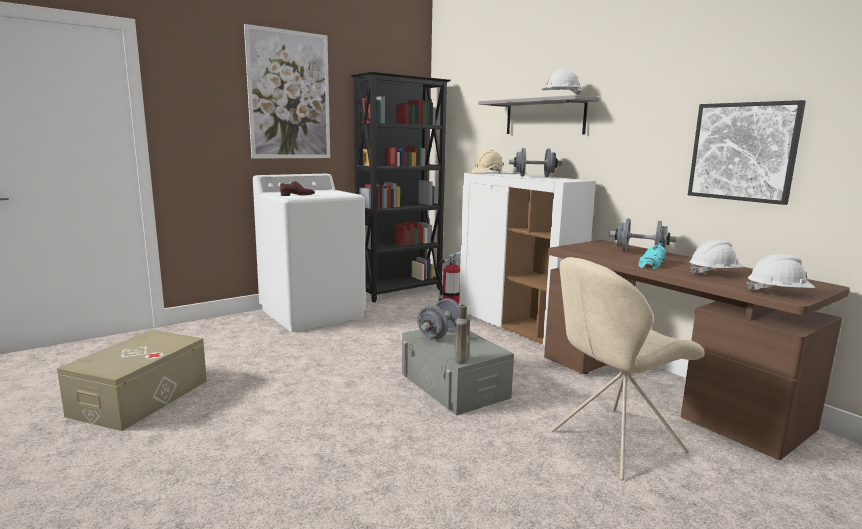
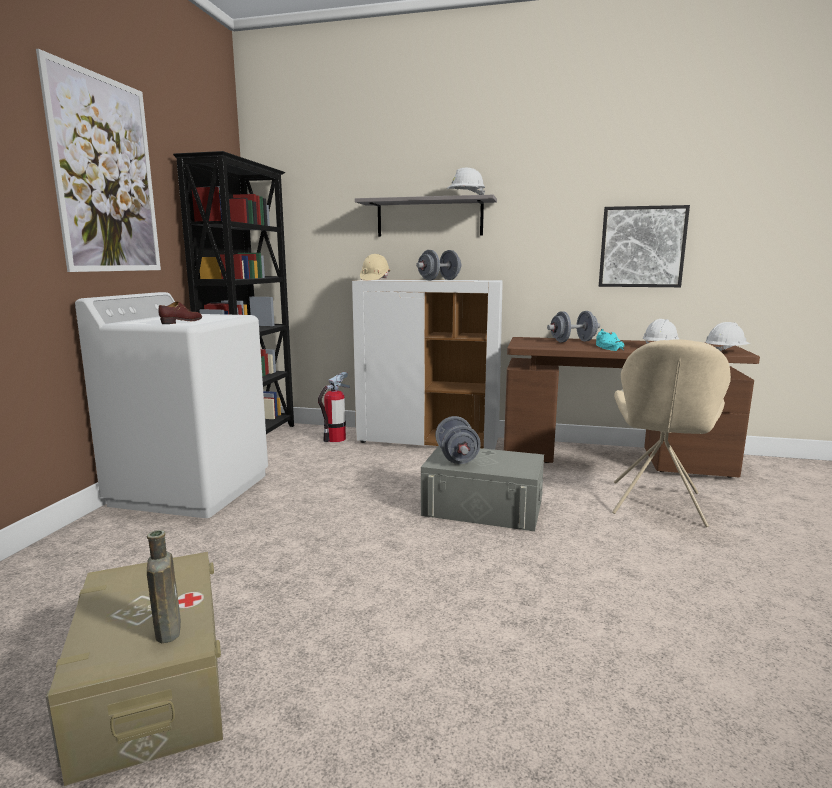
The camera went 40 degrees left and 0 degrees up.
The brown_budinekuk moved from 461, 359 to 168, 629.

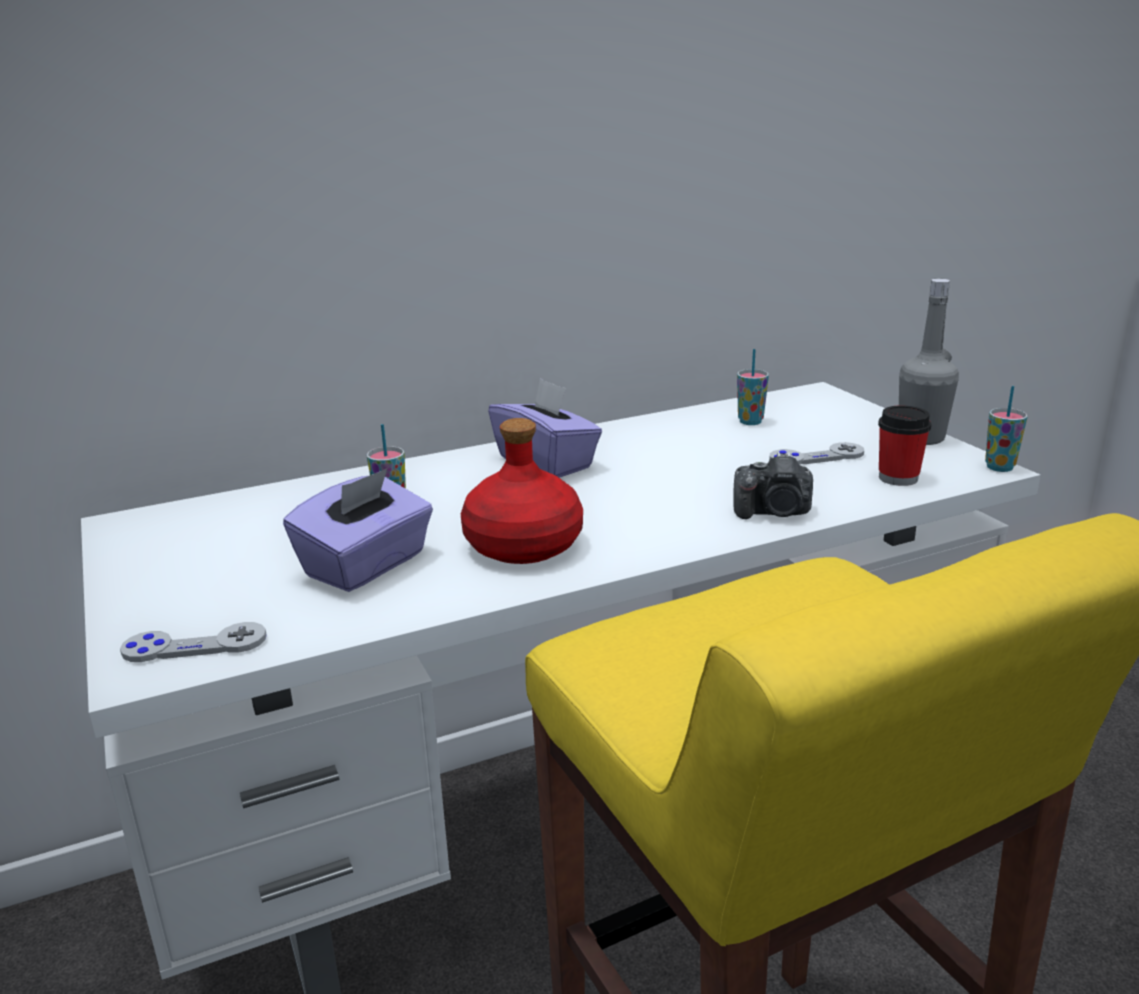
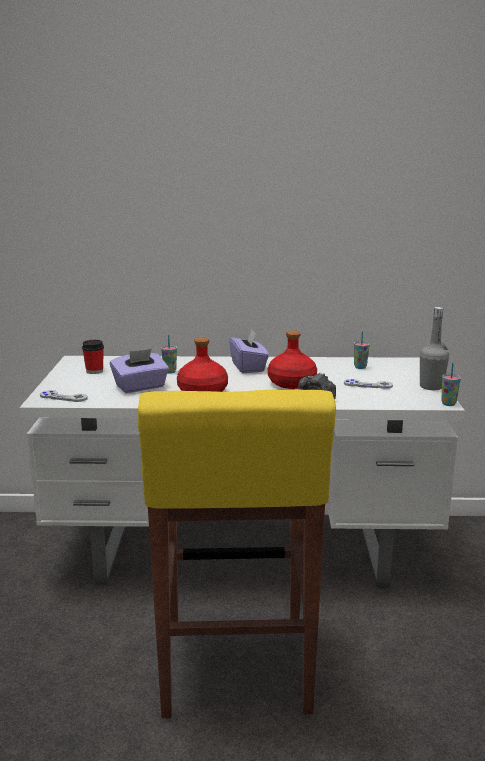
The camera went 25 degrees right and 5 degrees down.
The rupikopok moved from 898, 478 to 94, 371.
The red_budinekuk at 292, 383 appeared.

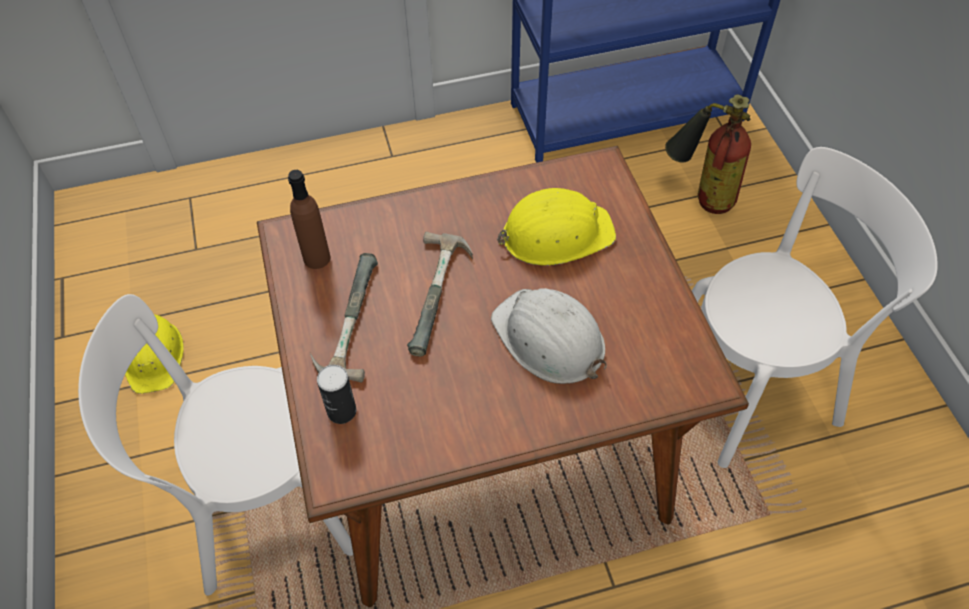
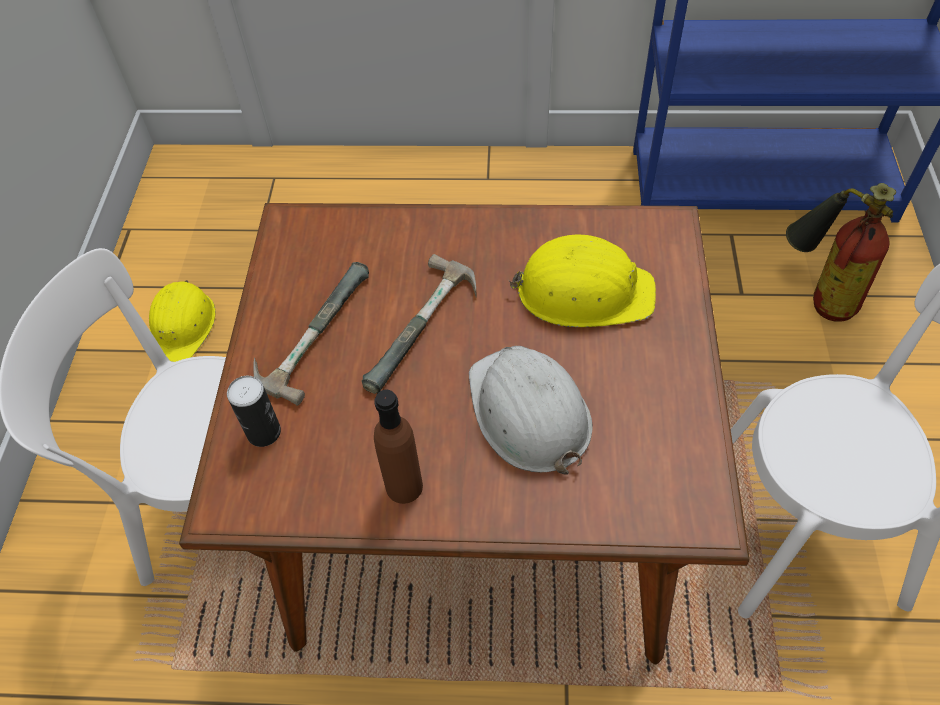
The camera went 20 degrees right and 0 degrees up.
The brown_budinekuk moved from 317, 258 to 404, 486.

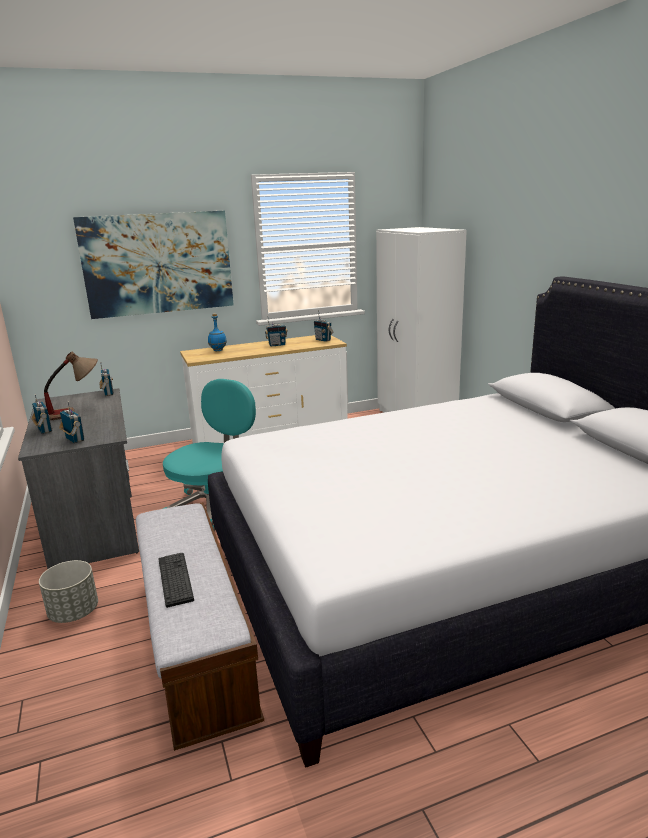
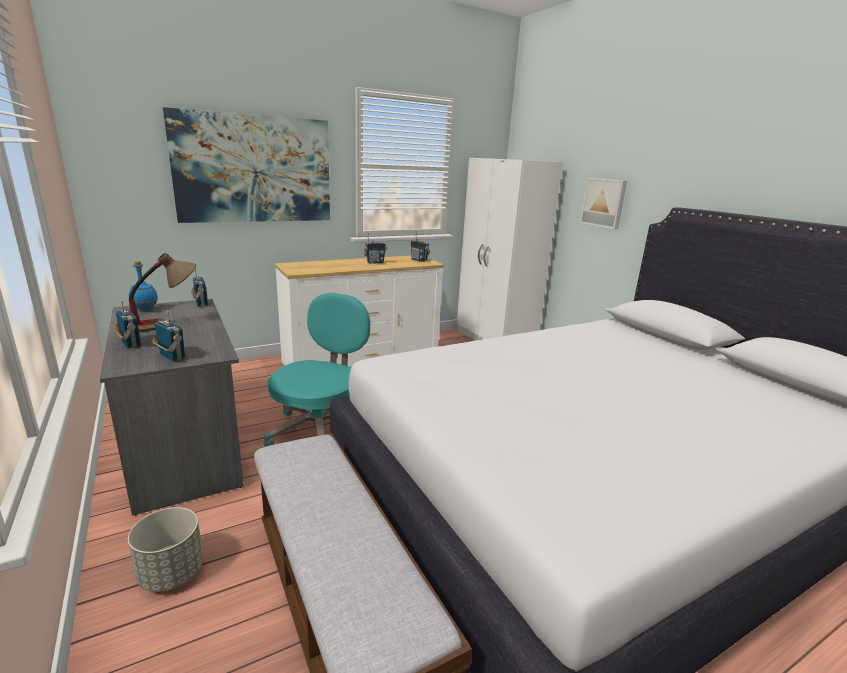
The camera went 10 degrees left and 0 degrees up.
The blue_budinekuk moved from 218, 350 to 146, 310.
The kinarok at 604, 203 appeared.
The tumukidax at 175, 579 disappeared.

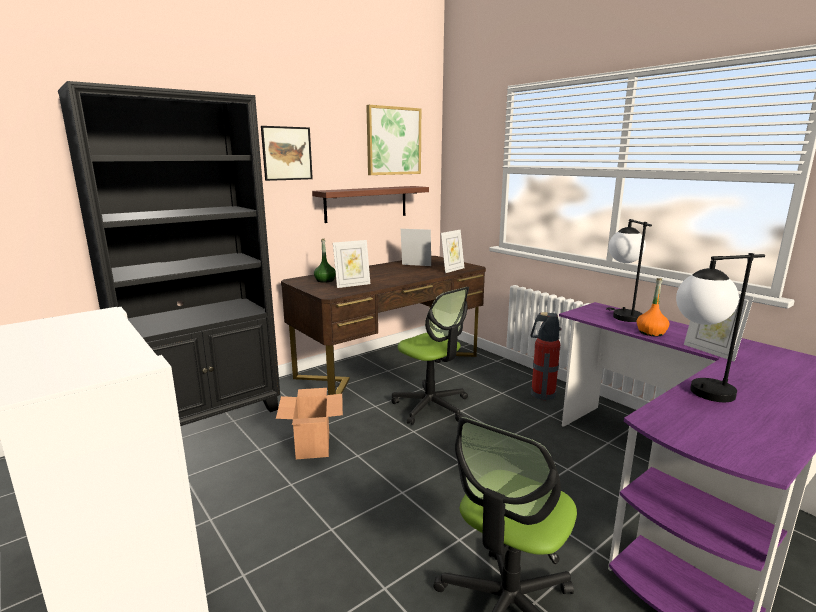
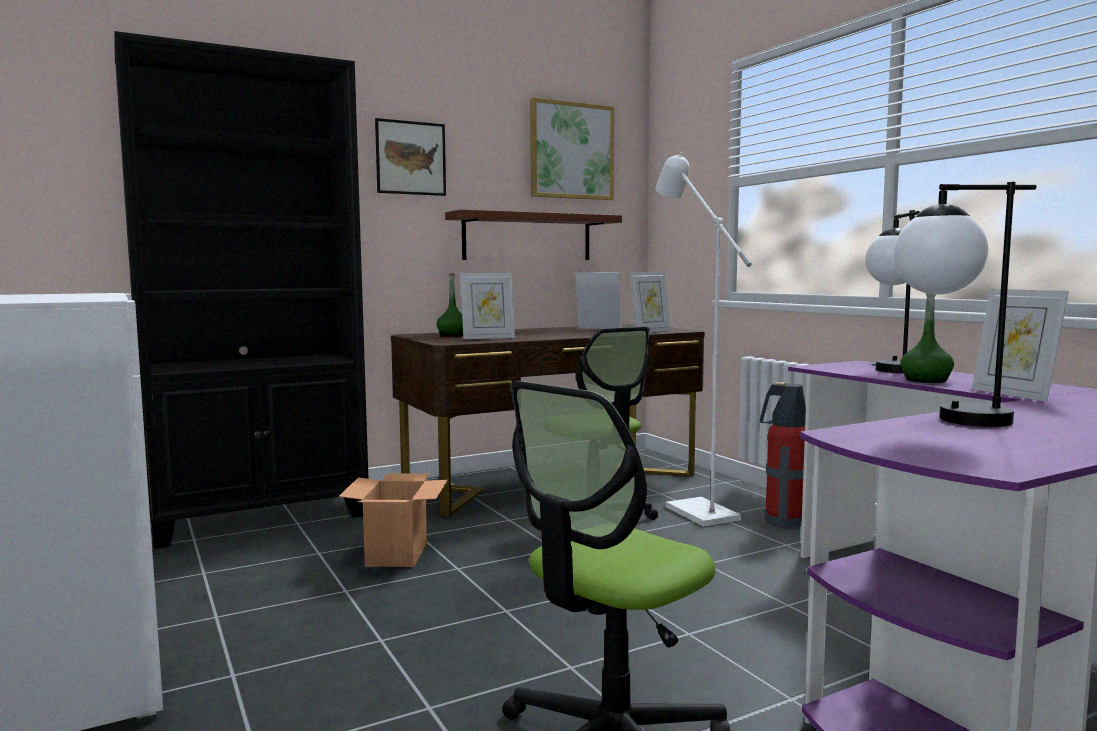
The camera went 10 degrees right and 10 degrees down.
The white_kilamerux at 693, 509 appeared.
The orange_budinekuk at 651, 332 became the green_budinekuk at 925, 380.

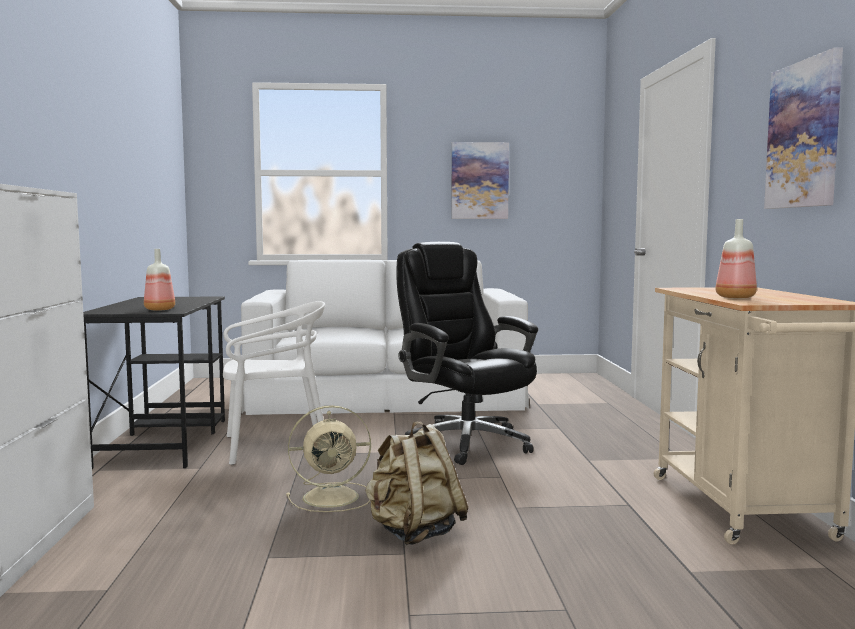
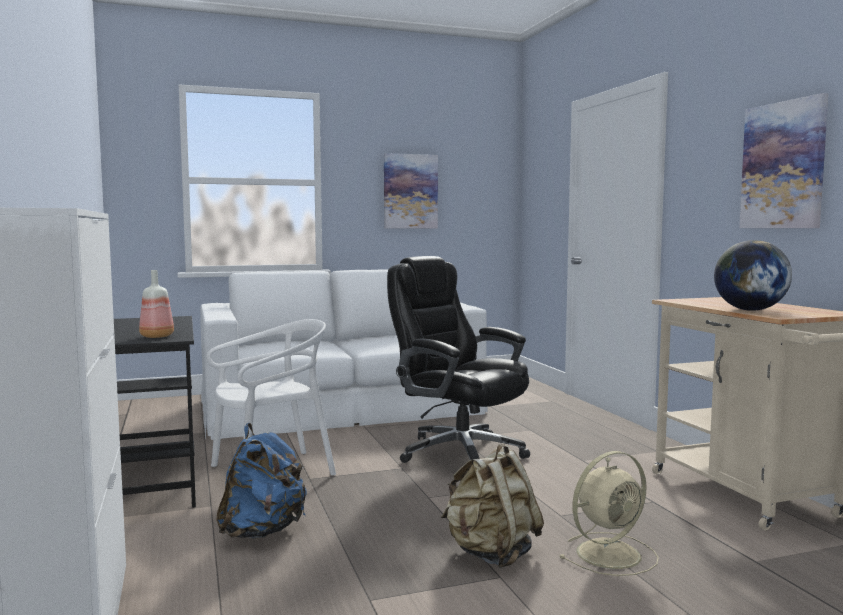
The camera went 15 degrees left and 0 degrees up.
The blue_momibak at 262, 531 appeared.
The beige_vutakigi moved from 333, 497 to 610, 553.
The budinekuk at 734, 297 was replaced by the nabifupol at 750, 310.

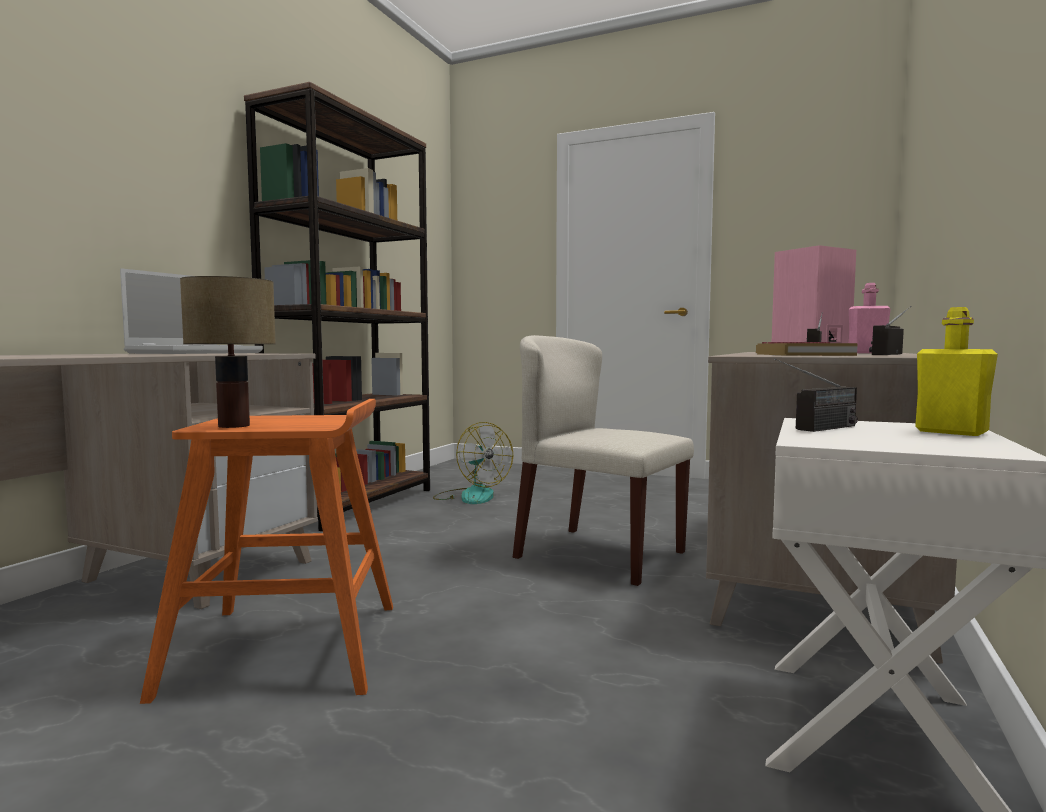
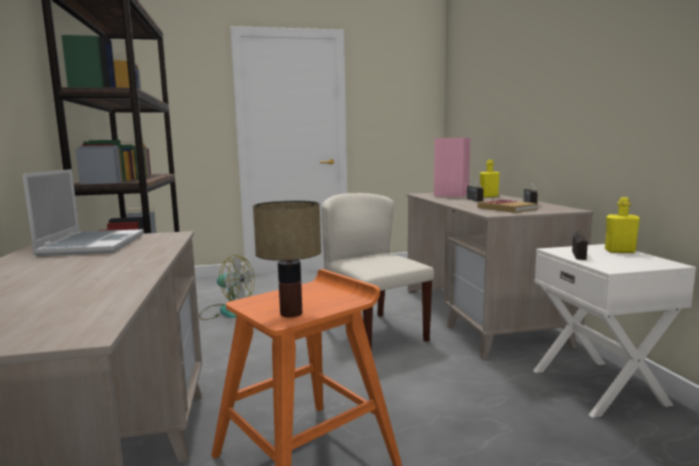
The camera went 35 degrees left and 5 degrees up.
The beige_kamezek at 598, 554 turned 60 degrees clockwise.
The pink_budinekuk at 867, 353 became the yellow_budinekuk at 488, 196.

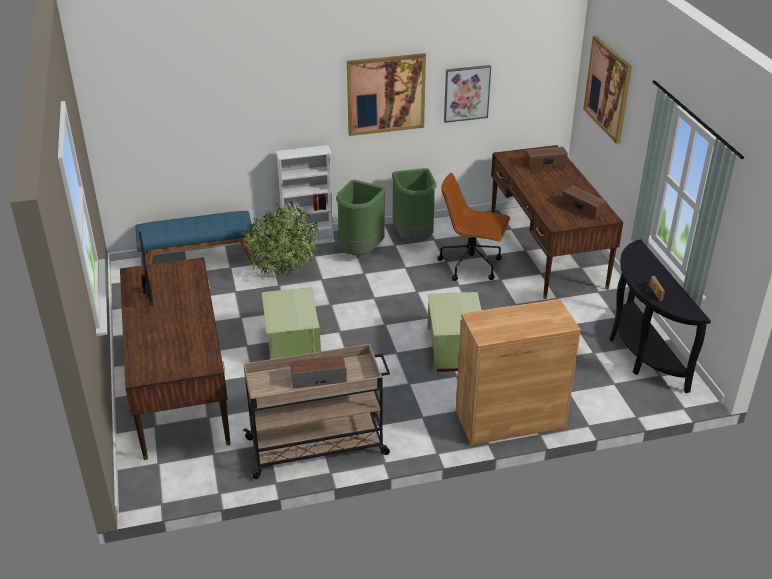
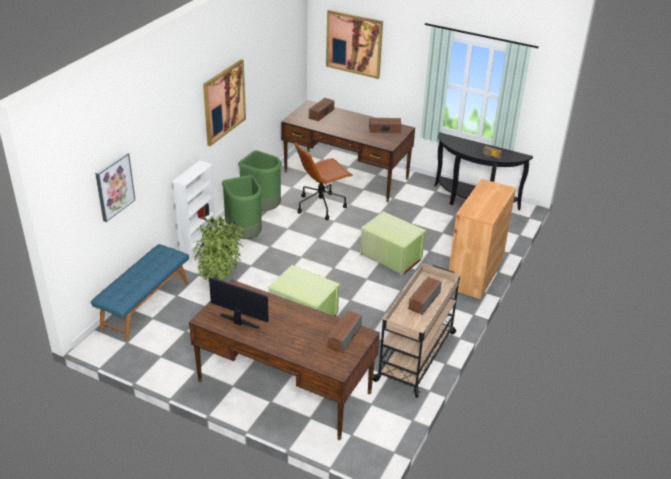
The camera went 50 degrees left and 0 degrees up.
The kinarok moved from 466, 93 to 114, 186.
The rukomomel at 344, 337 appeared.

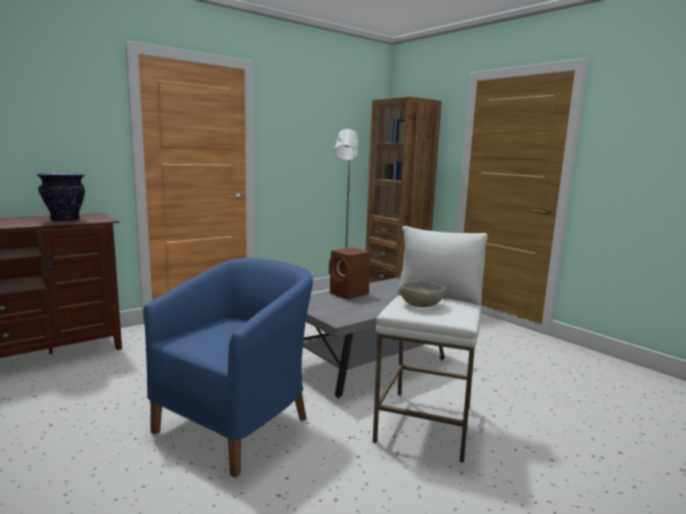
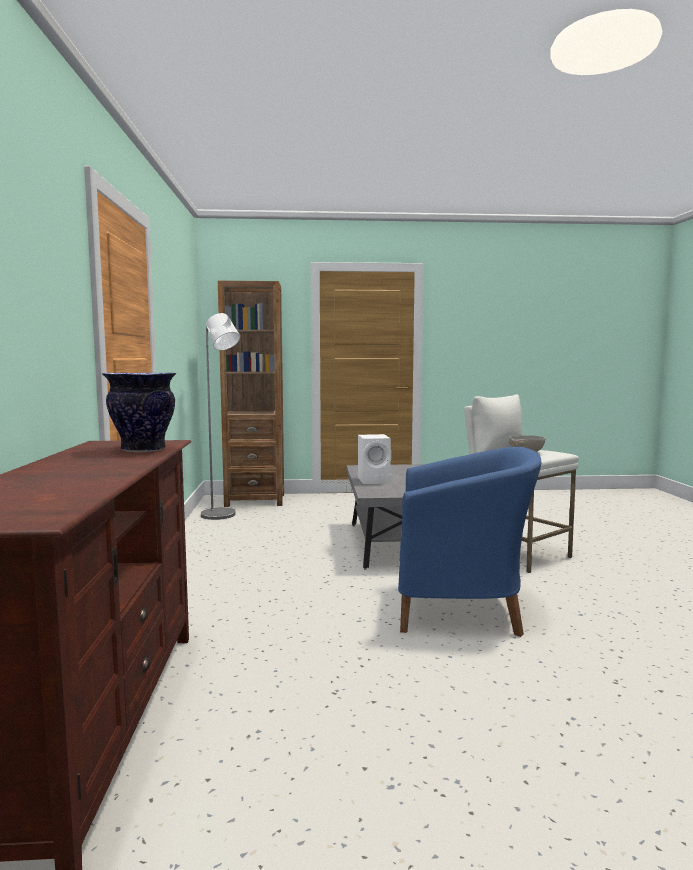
The camera went 55 degrees left and 5 degrees down.
The brown_rukomomel at 349, 294 became the white_rukomomel at 375, 480.
The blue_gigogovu at 237, 424 turned 120 degrees clockwise.

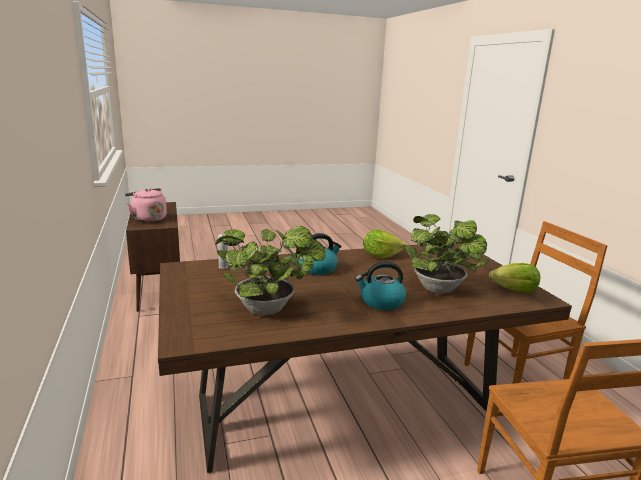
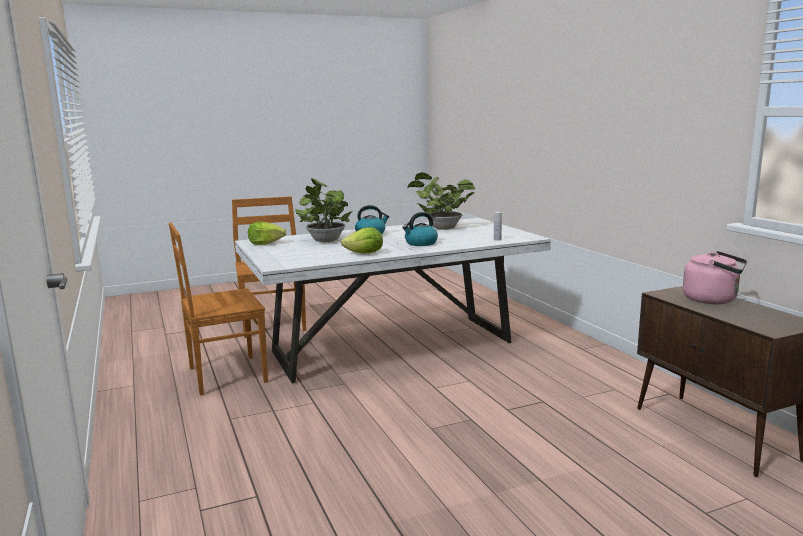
The camera went 175 degrees right and 5 degrees down.
The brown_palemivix at 344, 407 became the white_palemivix at 393, 347.

